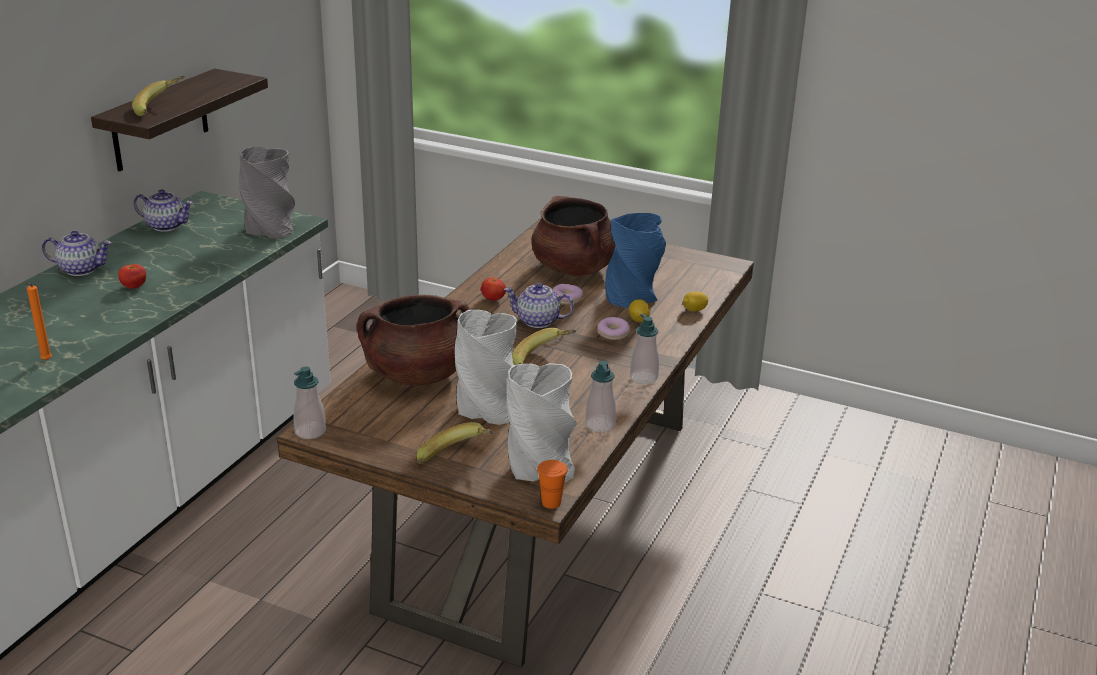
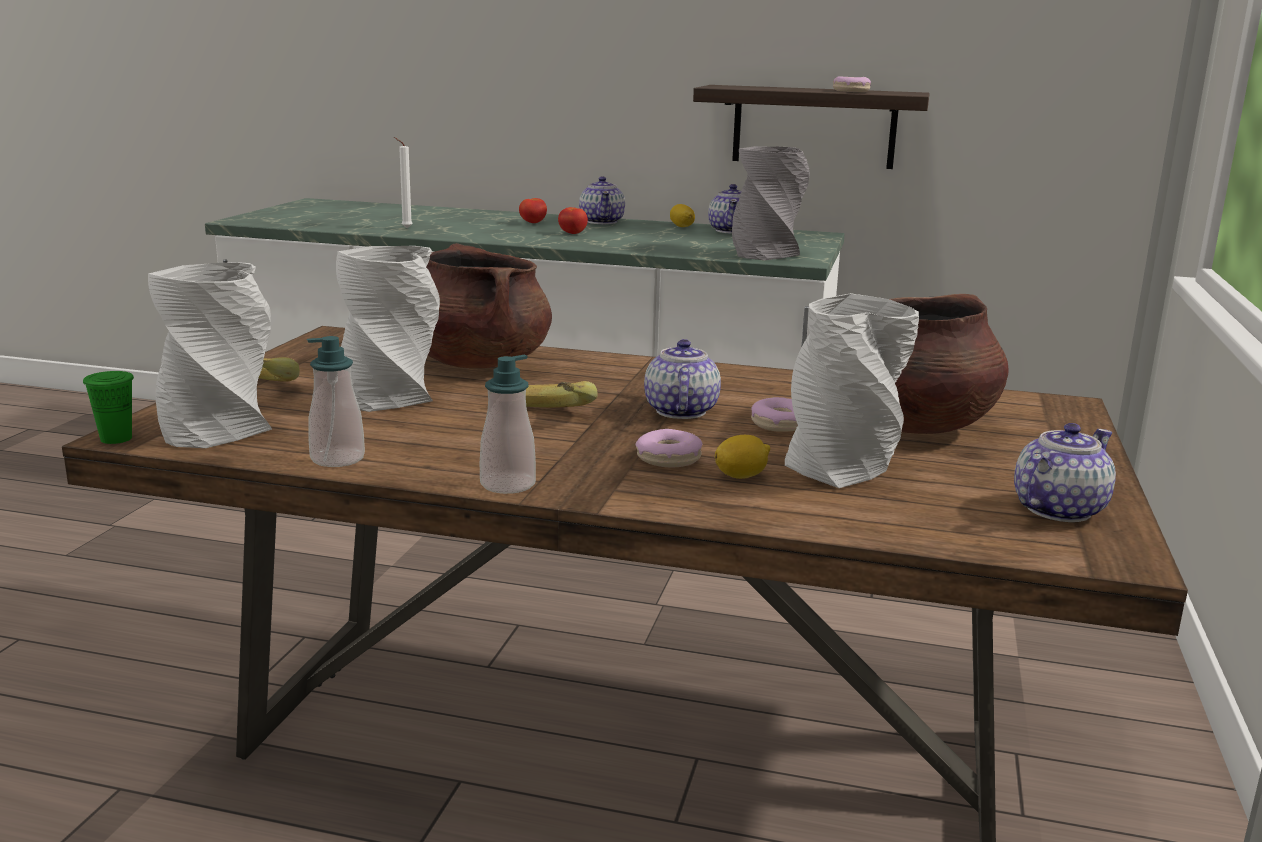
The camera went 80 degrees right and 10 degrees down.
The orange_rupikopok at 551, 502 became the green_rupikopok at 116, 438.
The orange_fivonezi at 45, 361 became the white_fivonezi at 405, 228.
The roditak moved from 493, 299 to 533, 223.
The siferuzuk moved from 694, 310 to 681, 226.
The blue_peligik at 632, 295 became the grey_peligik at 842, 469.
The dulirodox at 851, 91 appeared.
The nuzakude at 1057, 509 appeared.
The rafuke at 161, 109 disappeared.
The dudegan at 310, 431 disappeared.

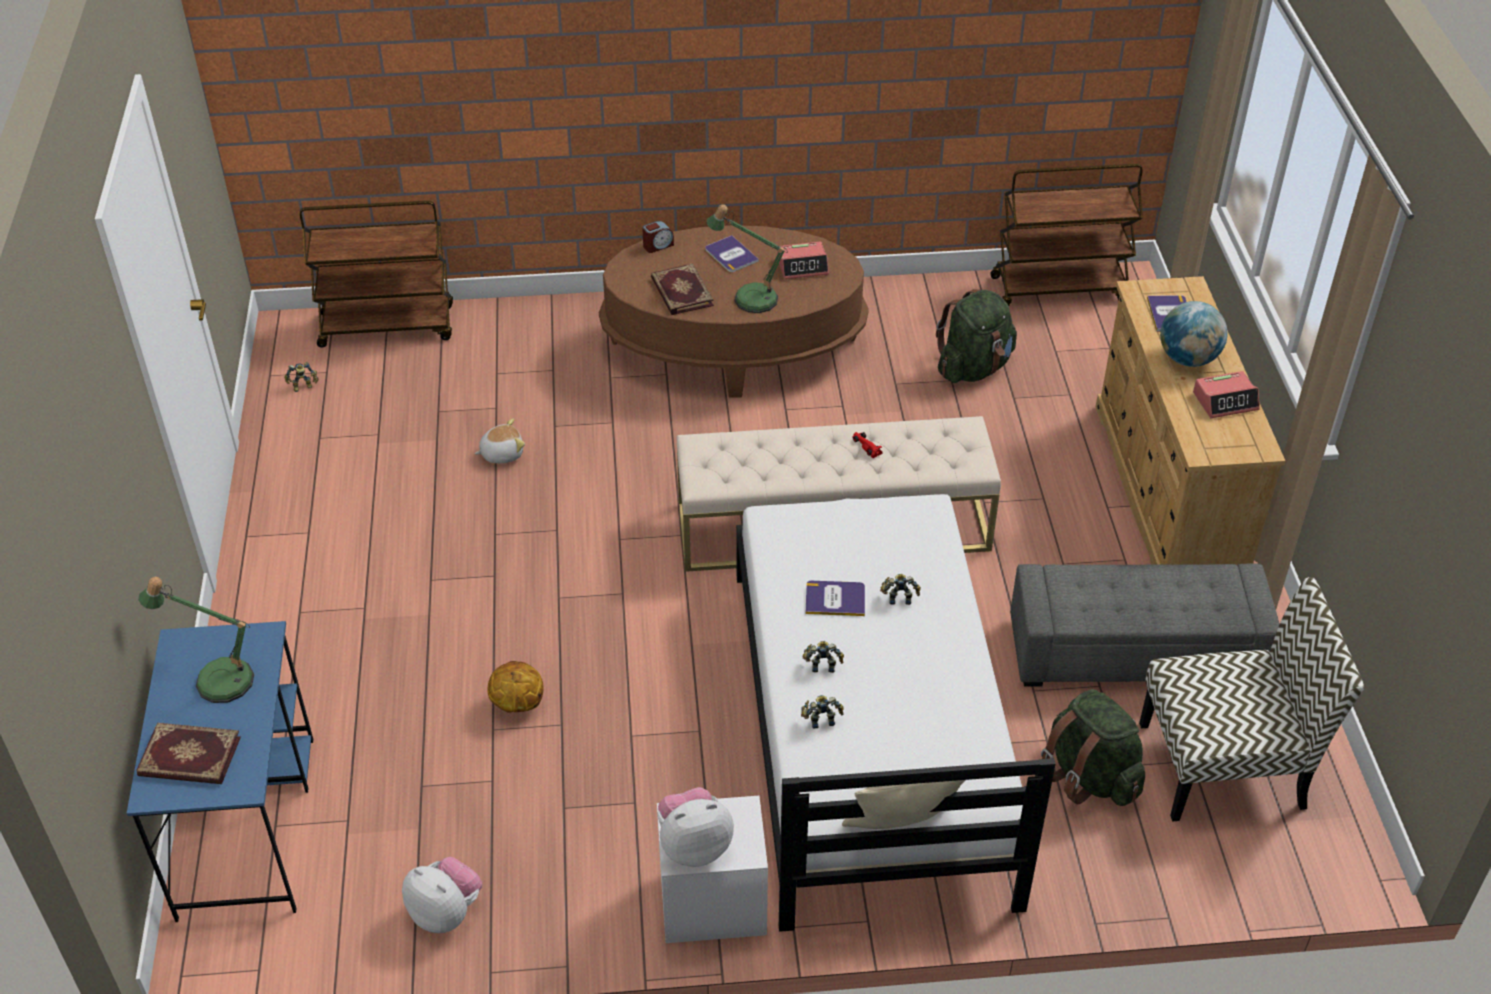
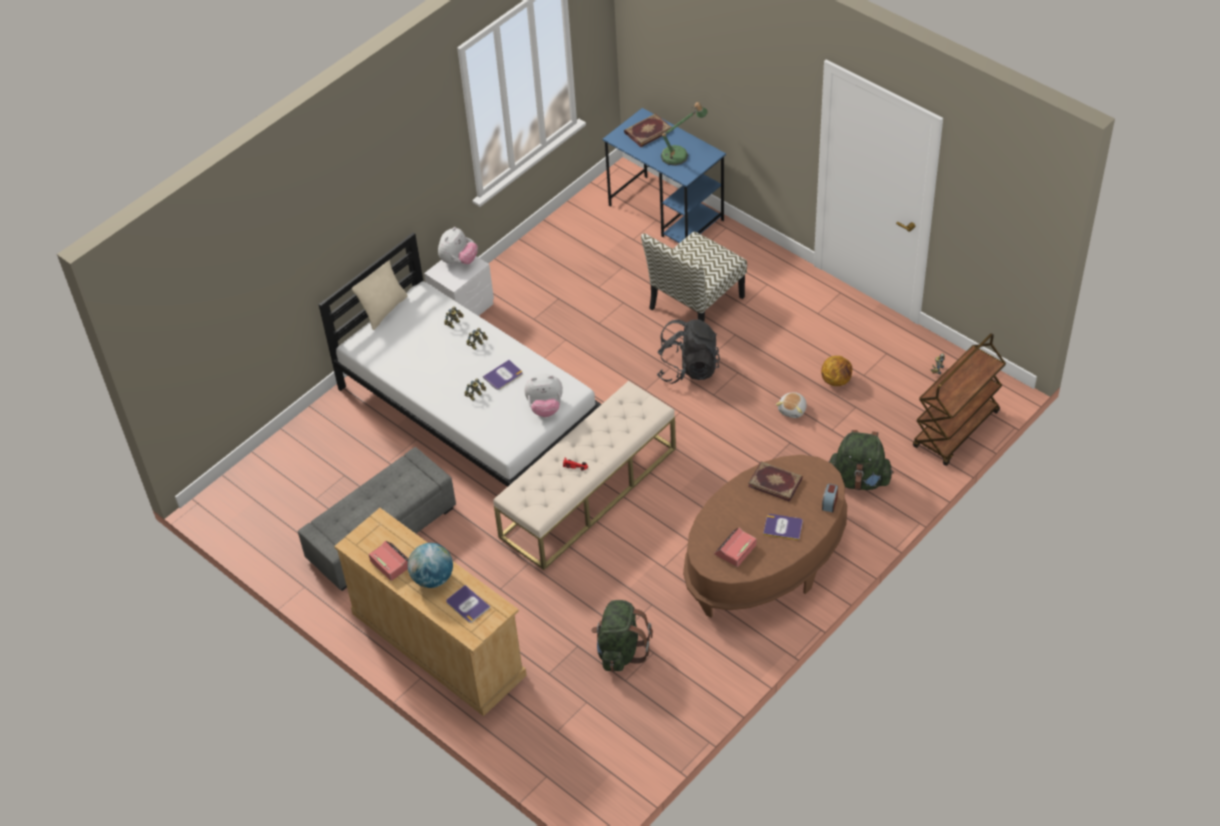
The camera went 140 degrees right and 5 degrees up.
The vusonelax at 1225, 401 turned 105 degrees clockwise.
The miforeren moved from 446, 912 to 545, 407.
The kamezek moved from 1224, 764 to 696, 304.
The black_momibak at 688, 368 appeared.
The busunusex moved from 517, 704 to 836, 380.
The green_momibak moved from 1089, 776 to 859, 479.
The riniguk at 749, 296 disappeared.
The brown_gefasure at 1059, 288 disappeared.

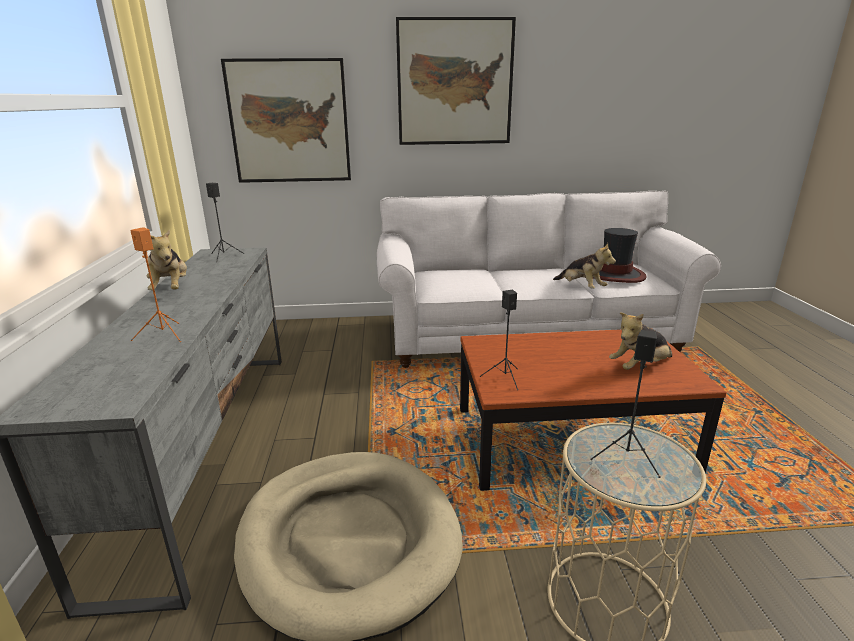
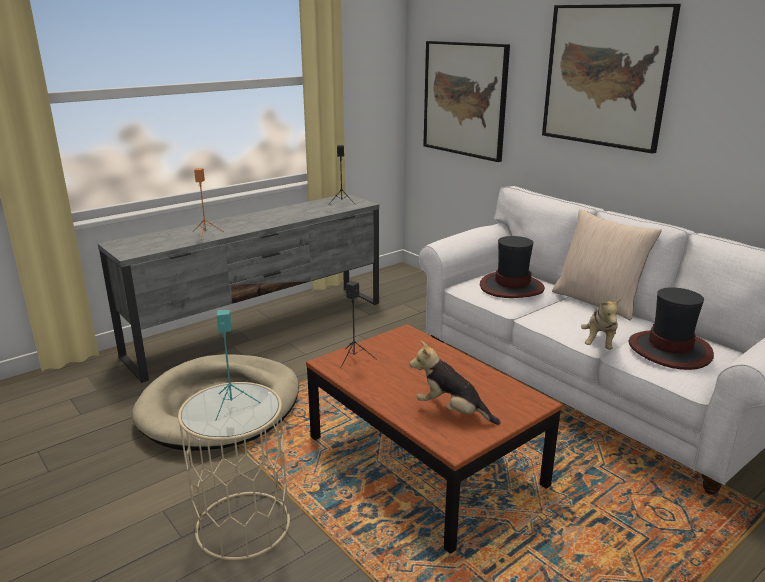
The camera went 55 degrees right and 0 degrees up.
The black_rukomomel at 627, 457 became the turquoise_rukomomel at 231, 405.
The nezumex at 511, 287 appeared.
The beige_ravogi at 598, 301 appeared.
The miforeren at 171, 289 disappeared.

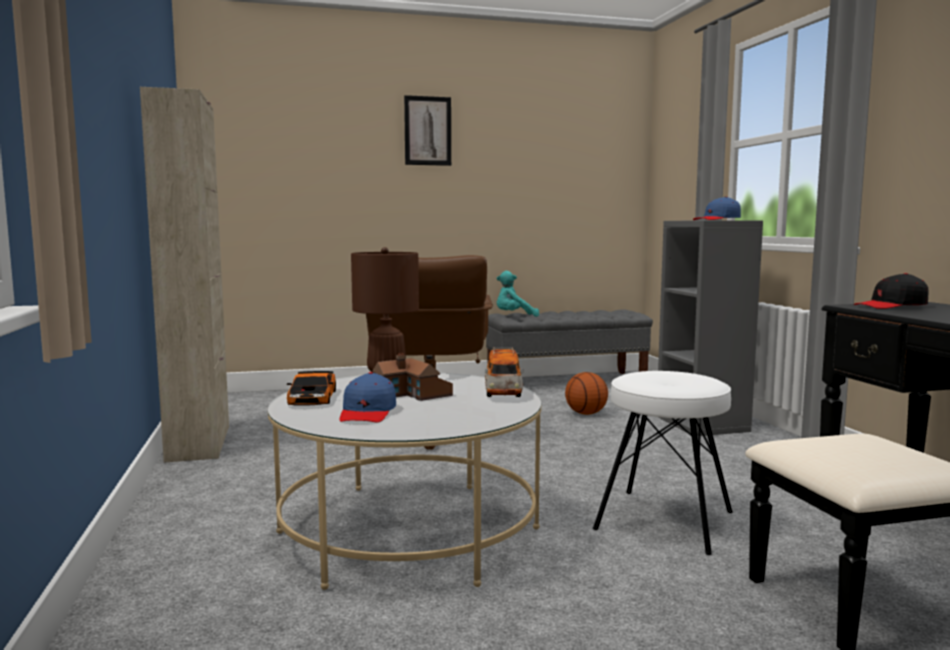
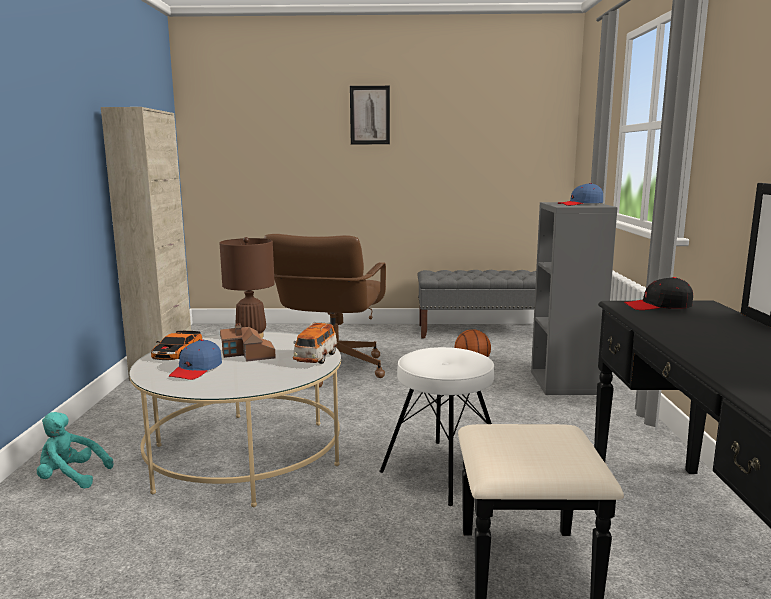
The camera went 15 degrees right and 5 degrees up.
The turquoise_miforeren moved from 514, 316 to 71, 478.

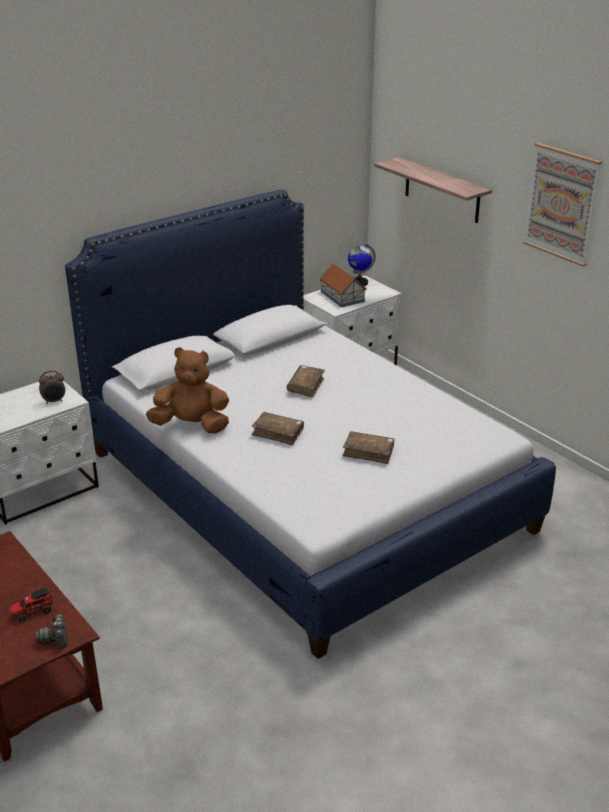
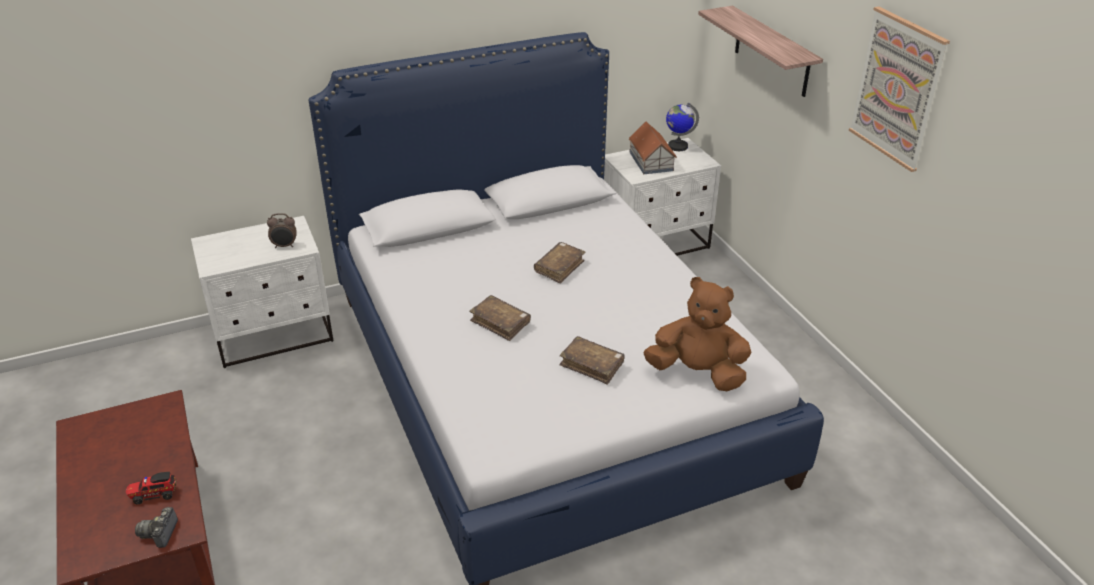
The camera went 15 degrees right and 5 degrees up.
The brown_miforeren moved from 191, 426 to 697, 373.

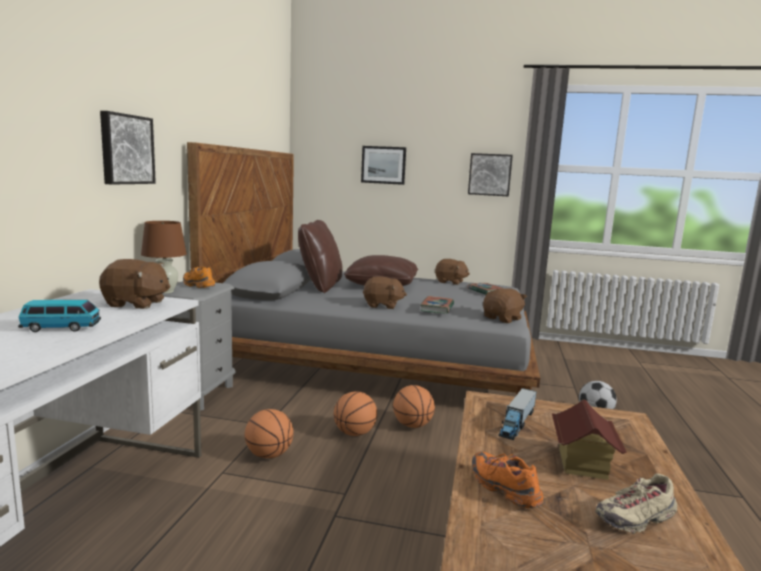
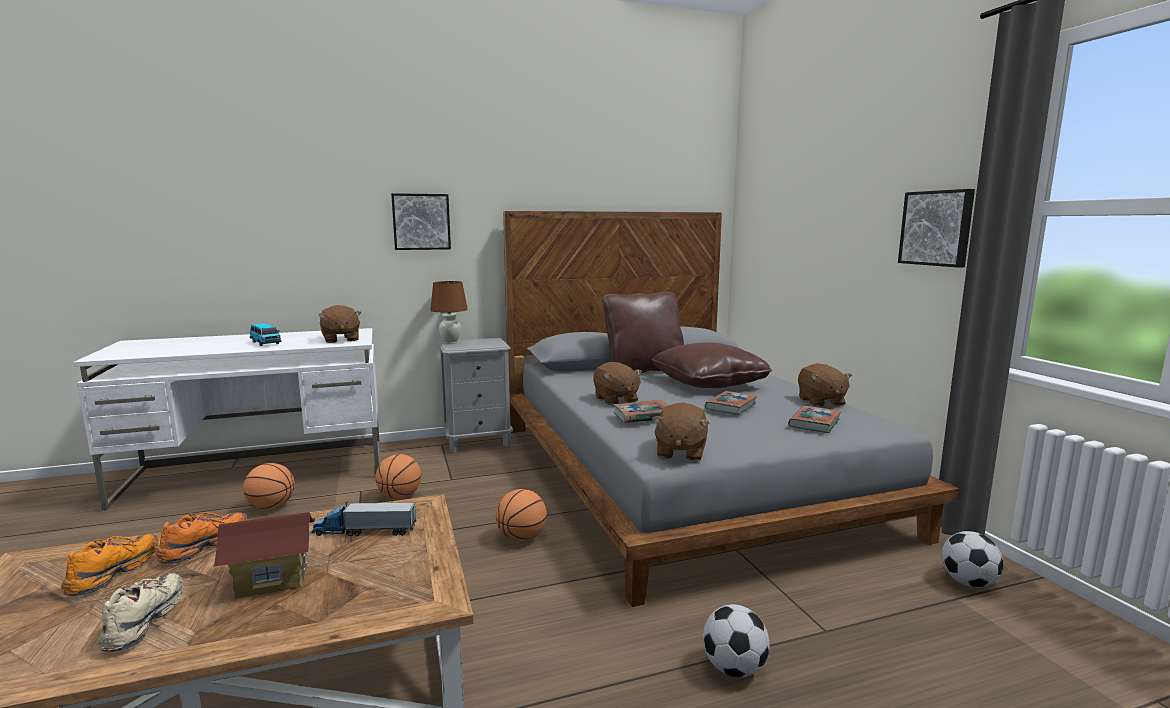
The camera went 60 degrees right and 0 degrees up.
The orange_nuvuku moved from 198, 285 to 114, 574.
The beige_nuvuku at 635, 519 turned 45 degrees clockwise.
The busunusex moved from 354, 433 to 271, 507.
The brown_miforeren at 503, 319 turned 90 degrees clockwise.
The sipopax at 731, 406 appeared.
The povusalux at 967, 582 appeared.
The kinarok at 383, 165 disappeared.

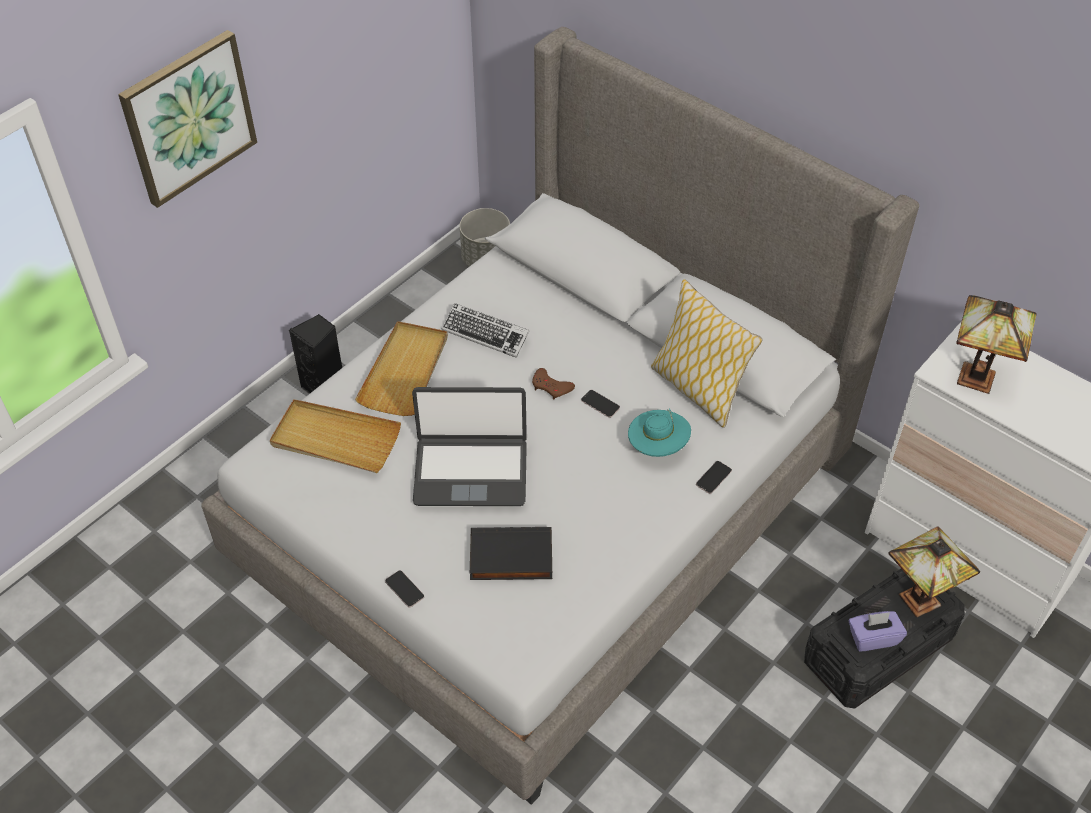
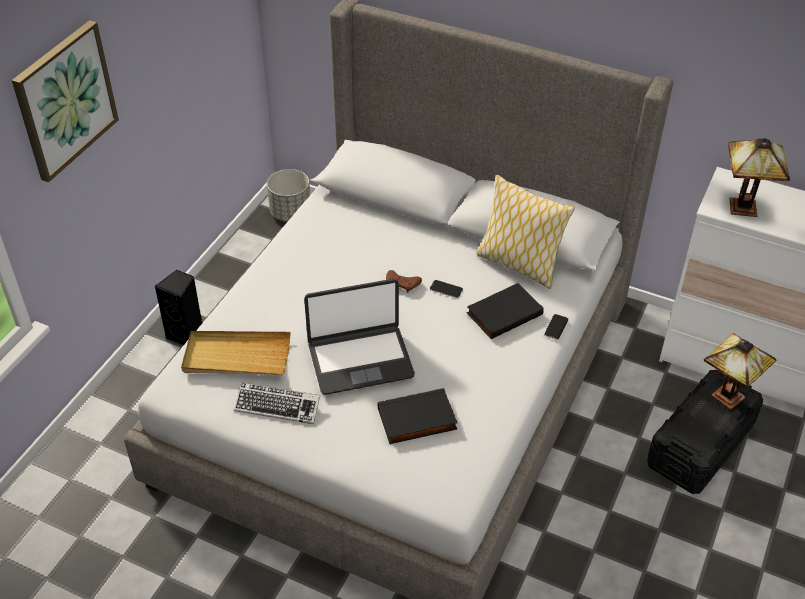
The camera went 15 degrees left and 5 degrees down.
The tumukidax moved from 485, 334 to 277, 406.
The turquoise_nezumex at 657, 447 was replaced by the black_sipopax at 504, 313.
The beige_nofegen at 405, 371 disappeared.
The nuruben at 404, 589 disappeared.
The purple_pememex at 873, 638 disappeared.

